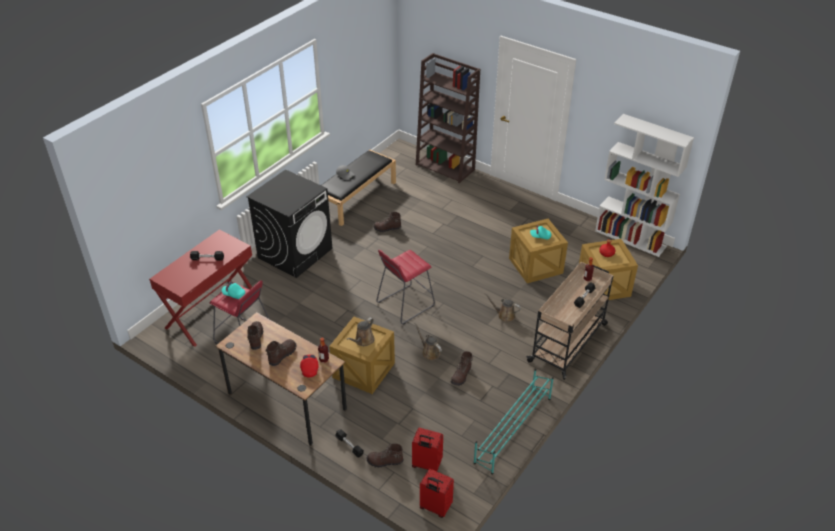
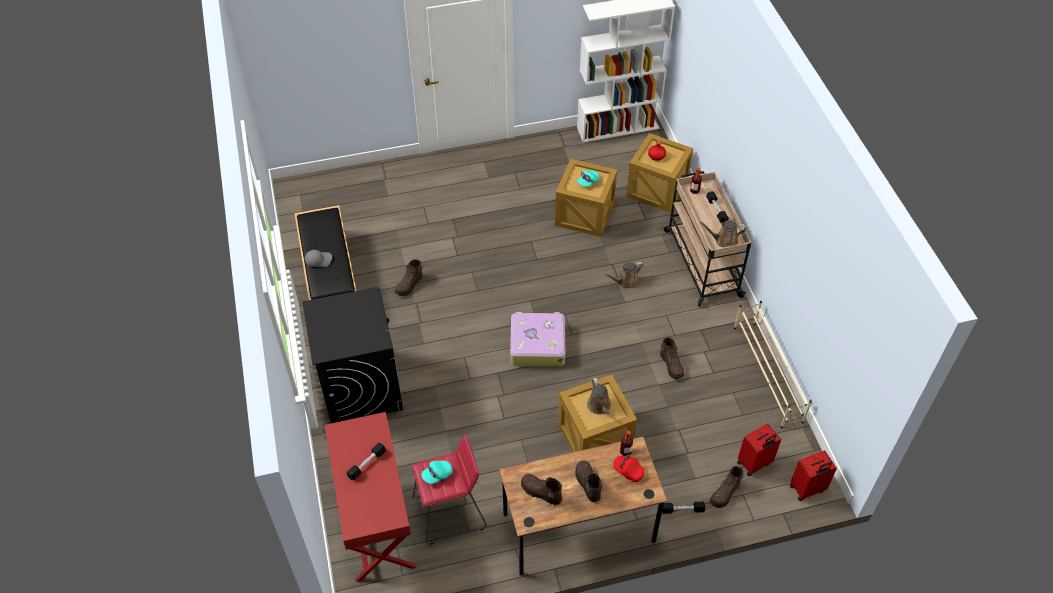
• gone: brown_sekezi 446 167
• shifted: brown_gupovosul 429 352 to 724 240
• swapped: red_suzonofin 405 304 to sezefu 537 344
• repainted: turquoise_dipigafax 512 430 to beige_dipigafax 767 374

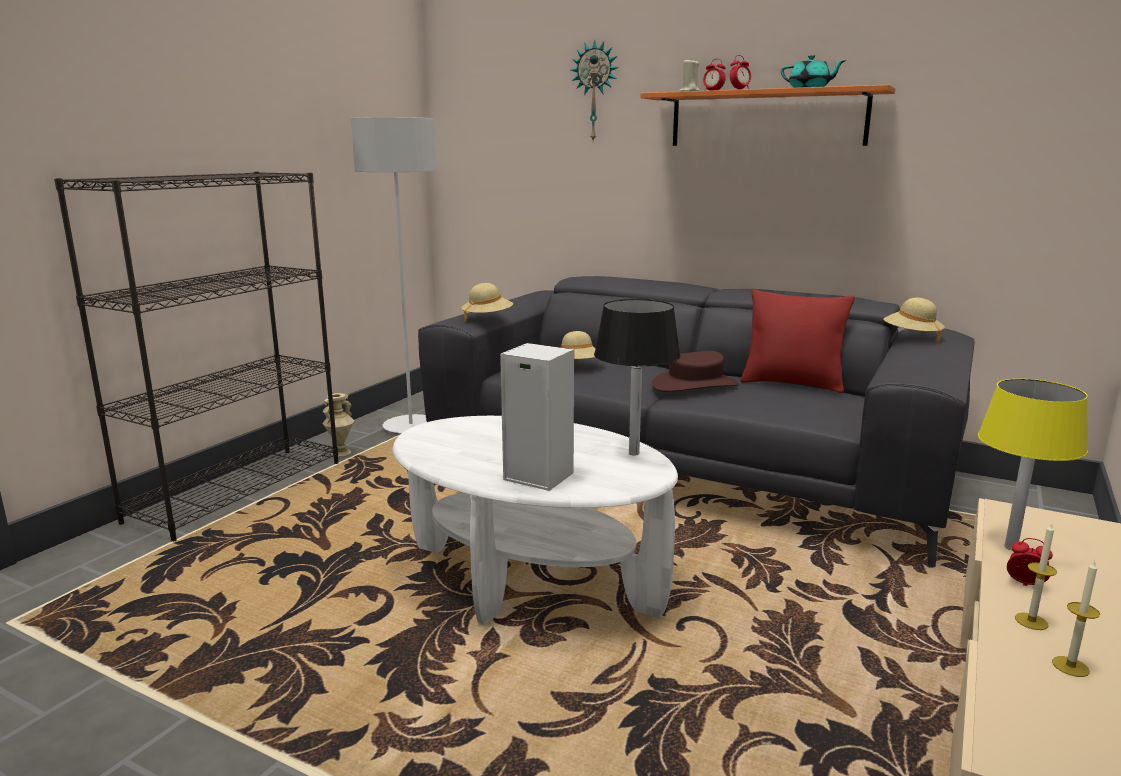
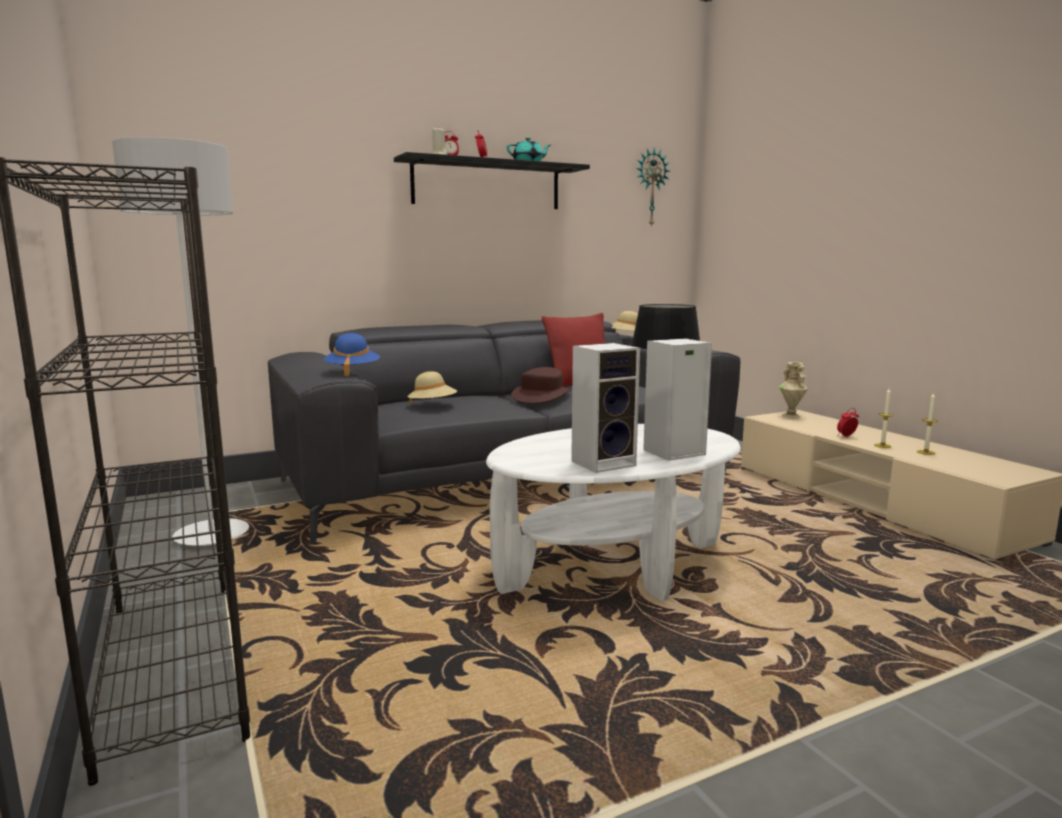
• gone: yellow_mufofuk 1010 547
• new: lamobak 604 463
• shifted: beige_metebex 341 452 to 791 416
• shifted: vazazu 595 92 to 650 187
• repainted: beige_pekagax 487 318 to blue_pekagax 352 372
• repainted: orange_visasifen 766 119 to black_visasifen 487 185

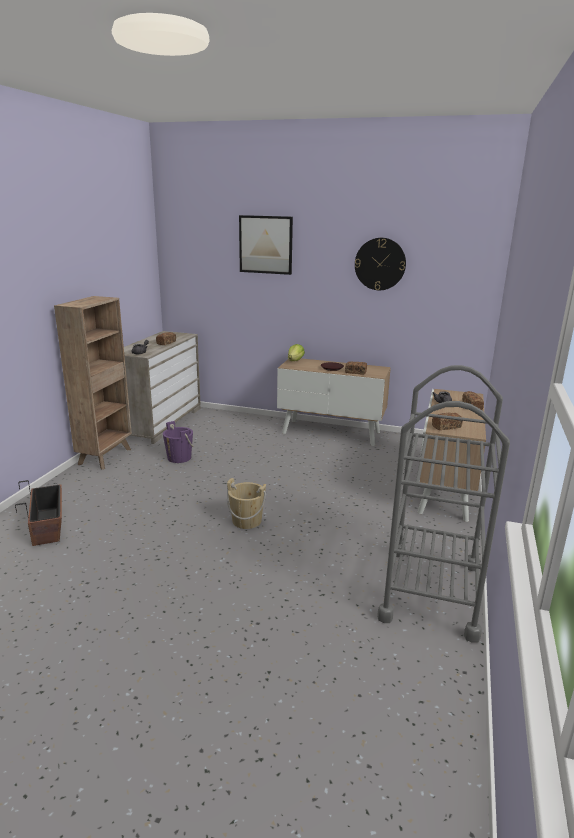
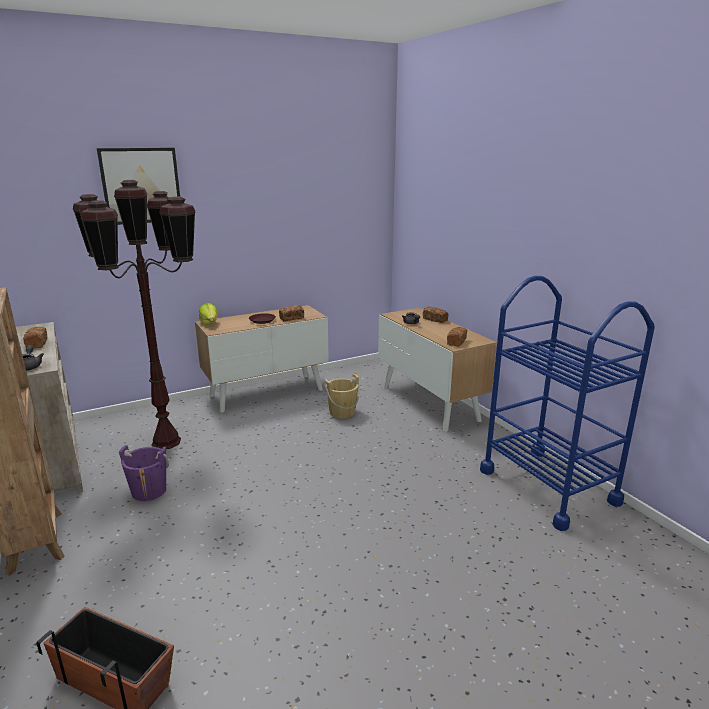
• gone: vazazu 380 264
• new: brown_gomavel 166 442
• shifted: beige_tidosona 246 521 to 342 412
• repainted: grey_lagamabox 431 591 to blue_lagamabox 548 486

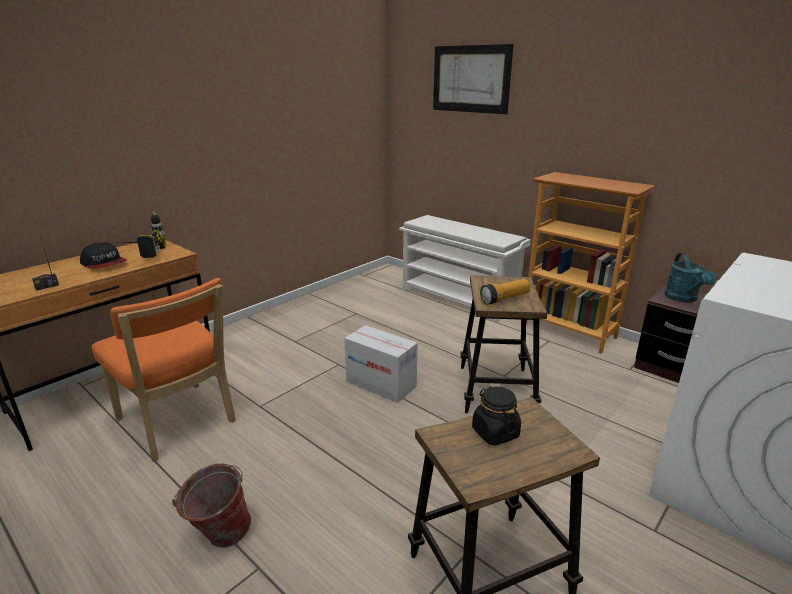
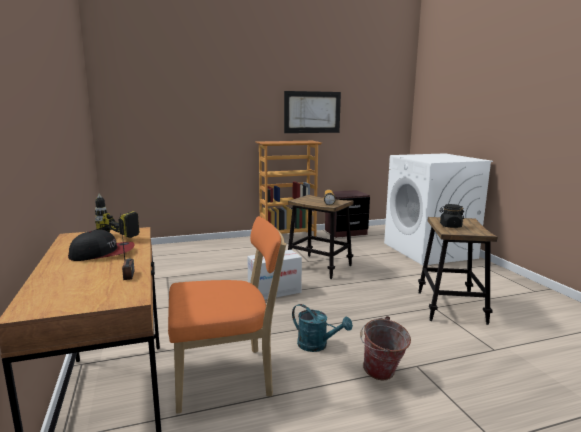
• gone: white_dipigafax 459 298
• shifted: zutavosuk 470 79 to 312 112
• shifted: turquoise_gupovosul 683 299 to 317 345

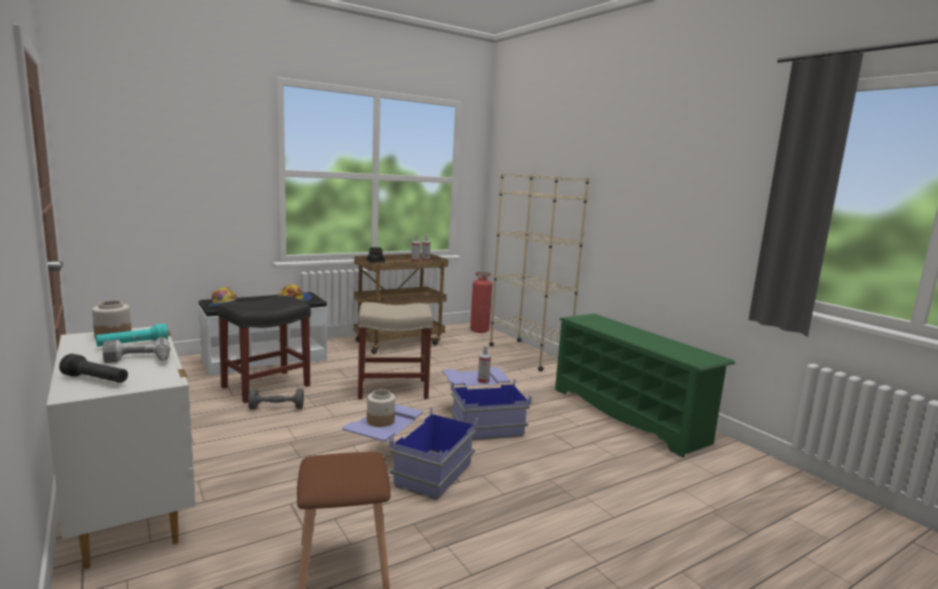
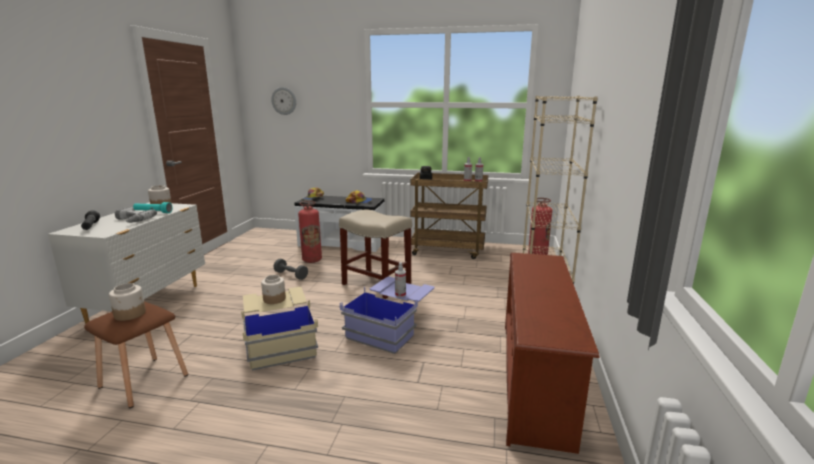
• new: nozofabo 130 314
• new: vazazu 284 101
• swapped: black_suzonofin 267 386 to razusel 312 260
• repainted: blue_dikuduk 408 467 to beige_dikuduk 280 341
• repainted: green_dipigafax 629 415 to brown_dipigafax 536 378

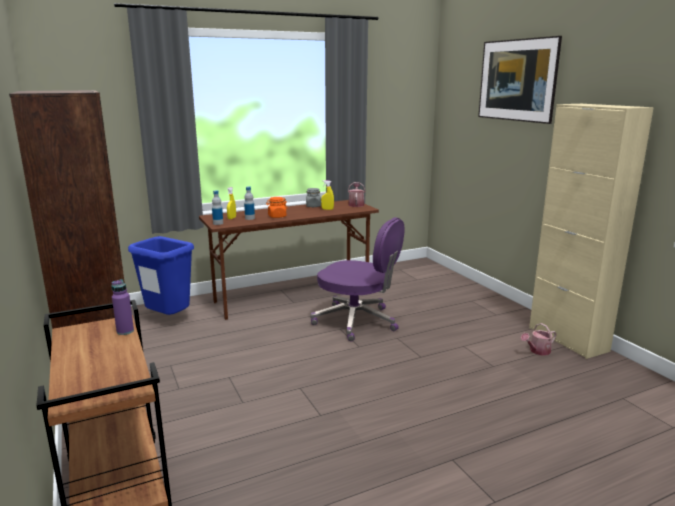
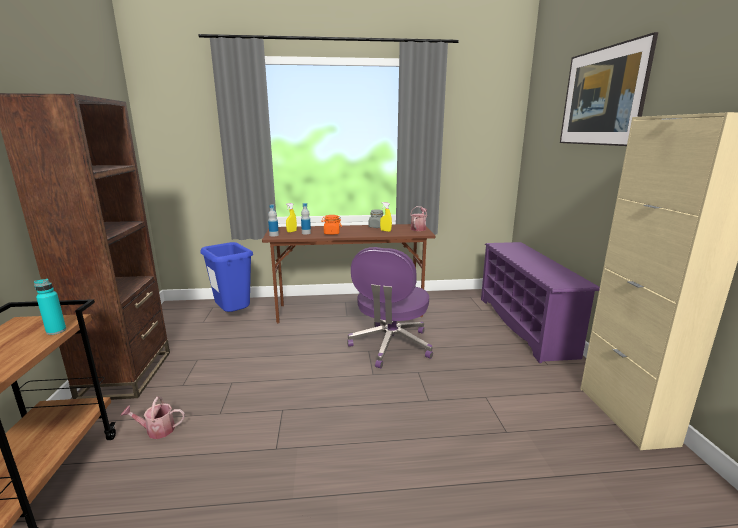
• new: purple_dipigafax 525 325
• shifted: gupovosul 537 351 to 157 430
• repainted: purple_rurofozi 125 331 to turquoise_rurofozi 56 331
• rotated: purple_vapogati 357 321 = 390 346 60 degrees clockwise

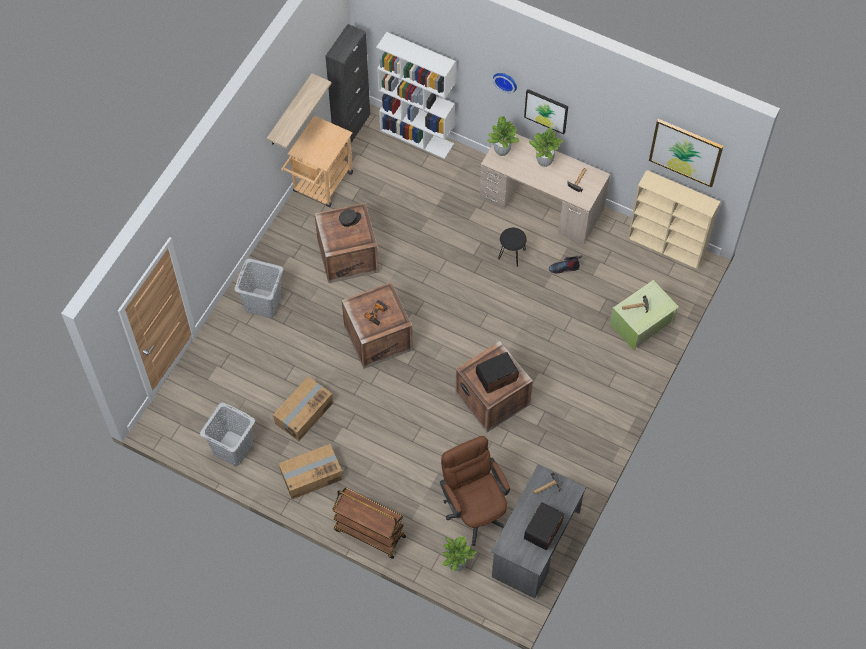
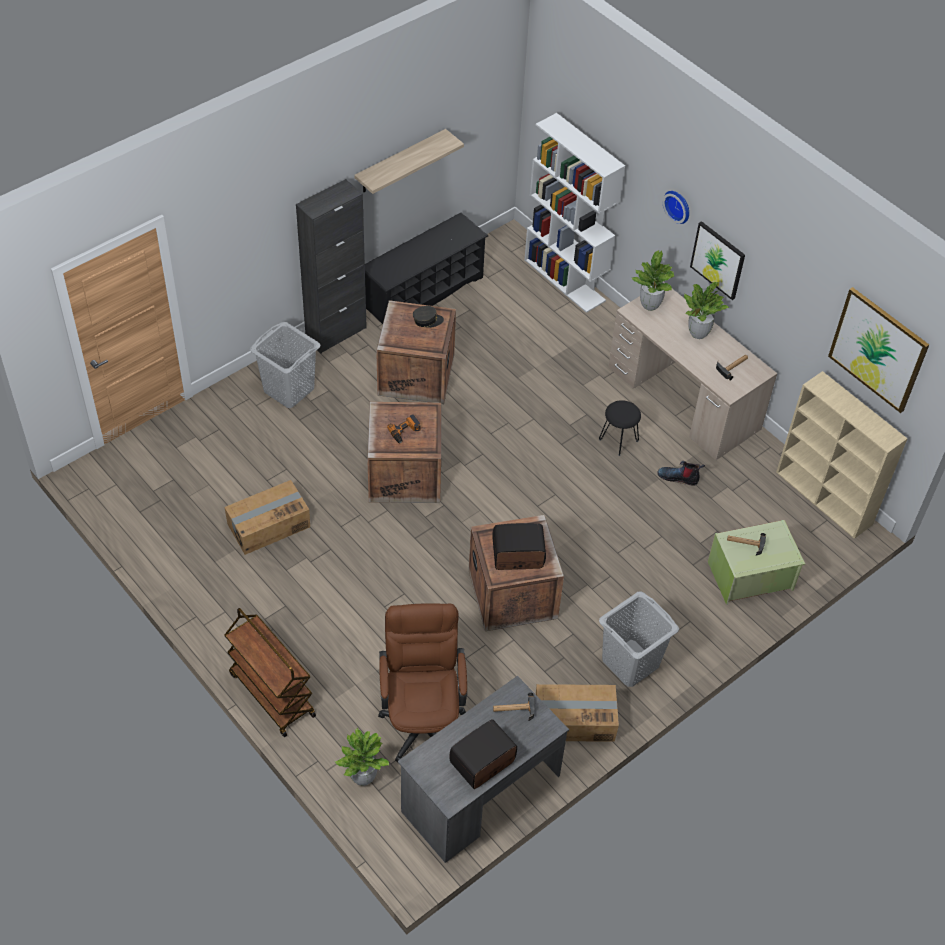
• shifted: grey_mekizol 232 448 to 630 663
• shifted: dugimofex 311 475 to 574 720
• shifted: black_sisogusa 351 126 to 336 333
• swapped: beige_lagamabox 320 186 to black_dipigafax 423 292

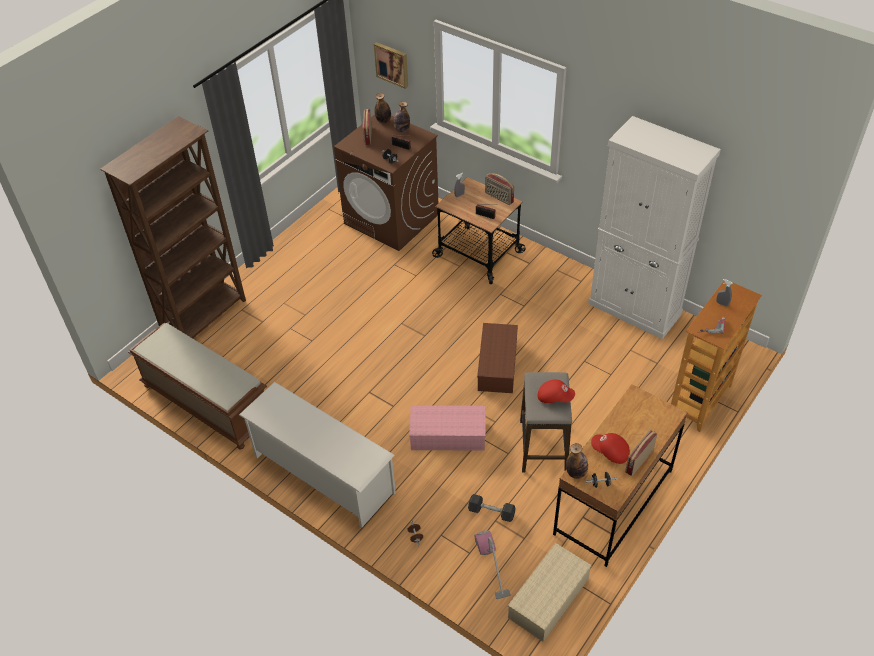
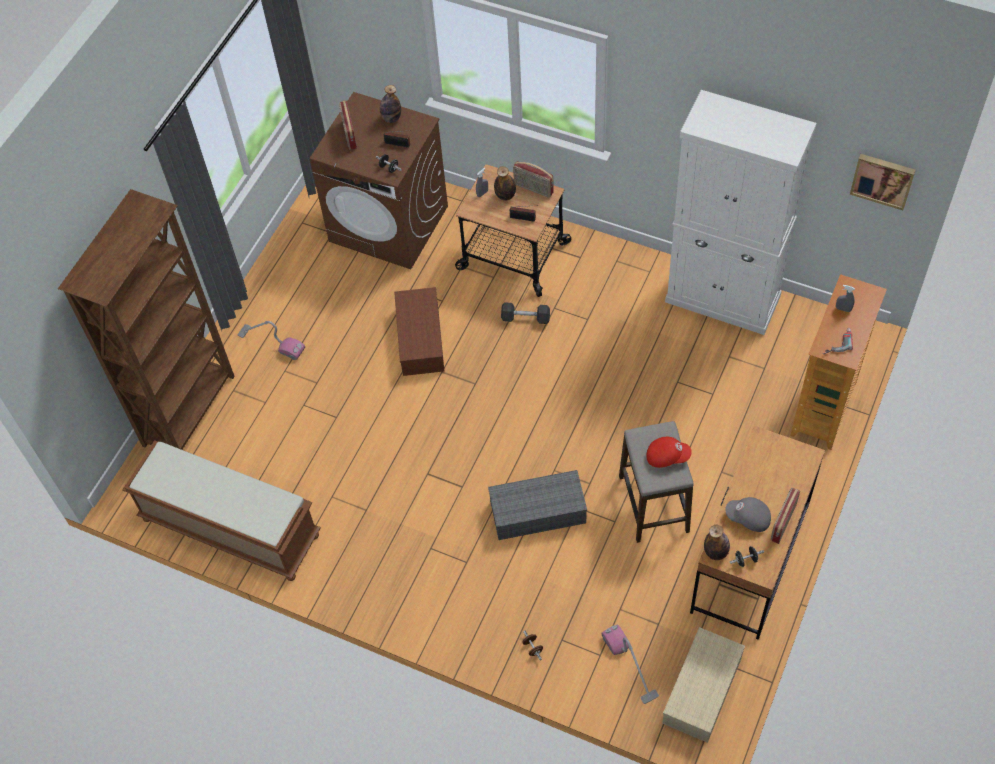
• gone: white_dipigafax 323 474
• new: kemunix 271 342
• shifted: zutavosuk 392 64 to 883 179
• shifted: rurofozi 383 121 to 505 196
• shifted: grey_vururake 491 512 to 525 318
• shifted: brown_dikuduk 498 366 to 421 340
• repainted: pink_dikuduk 446 436 to grey_dikuduk 536 513
• repainted: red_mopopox 610 452 to grey_mopopox 748 518

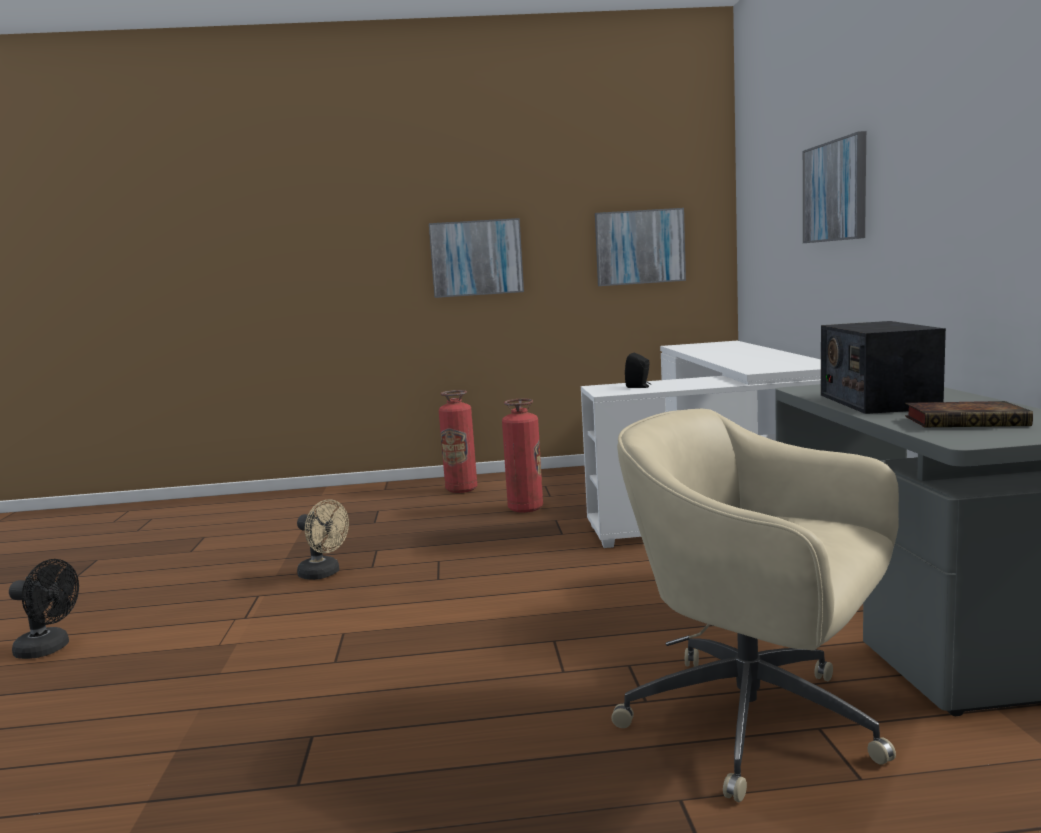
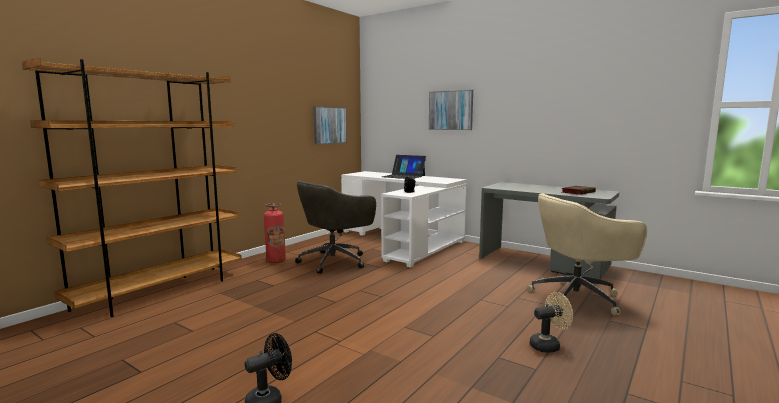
• gone: zutavosuk 476 258
• gone: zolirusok 877 401
• new: brown_sekezi 161 292
• new: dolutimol 403 176
• shifted: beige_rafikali 324 574 to 548 345
• swapped: razusel 525 508 to grey_vapogati 335 261

